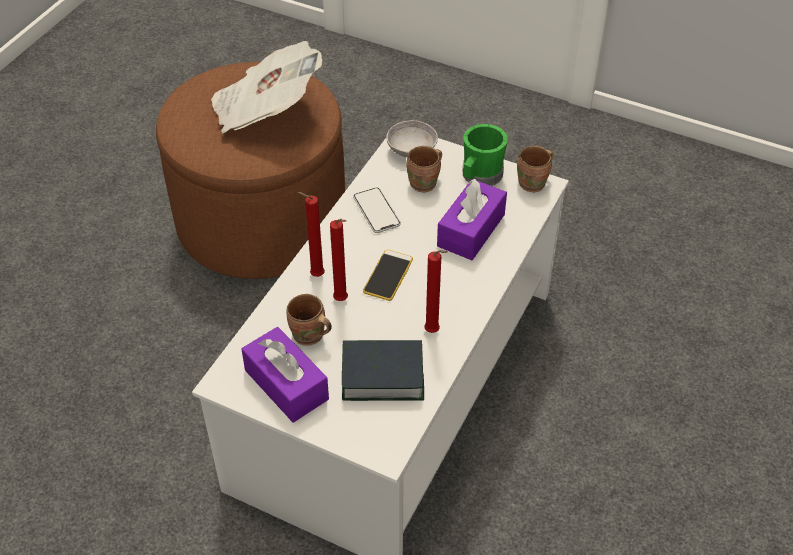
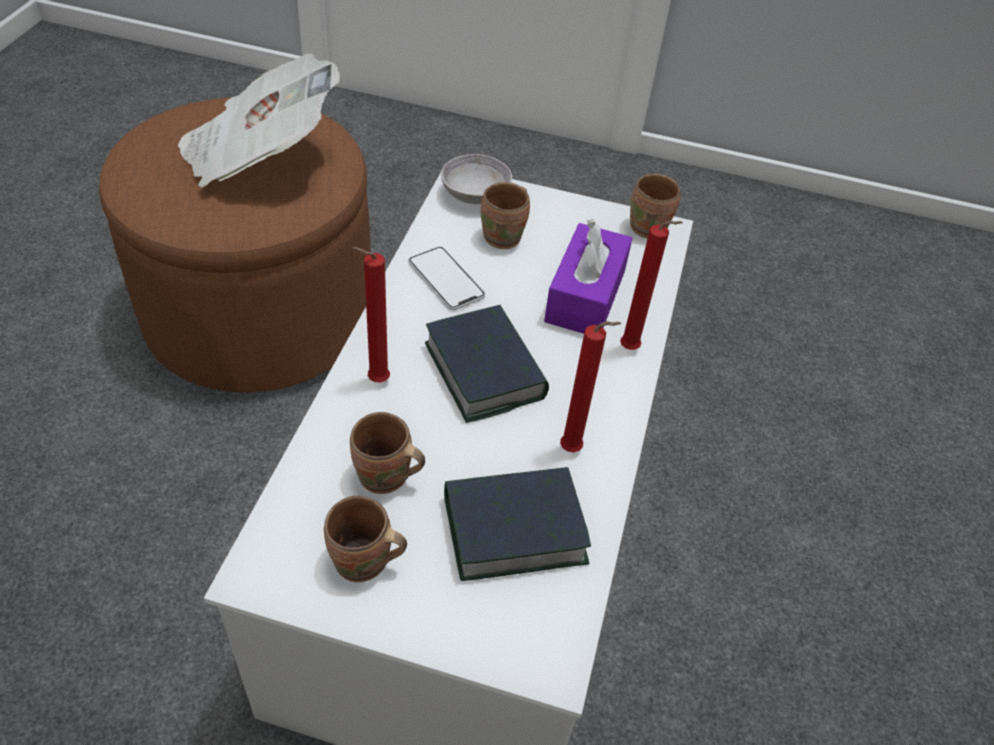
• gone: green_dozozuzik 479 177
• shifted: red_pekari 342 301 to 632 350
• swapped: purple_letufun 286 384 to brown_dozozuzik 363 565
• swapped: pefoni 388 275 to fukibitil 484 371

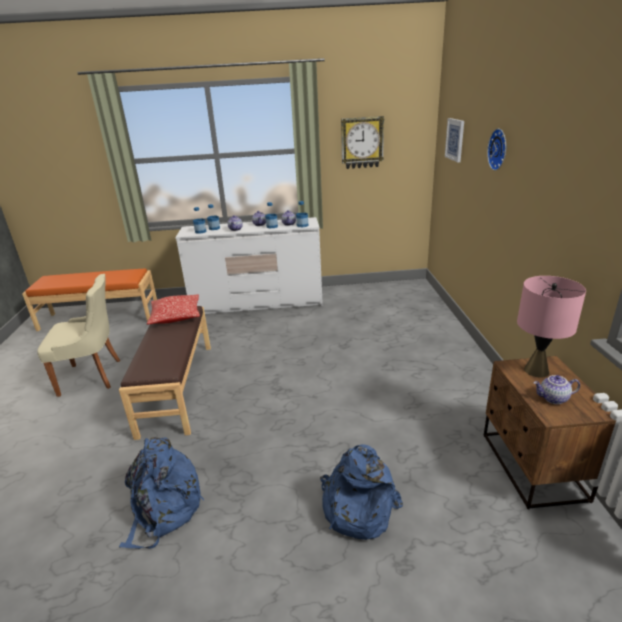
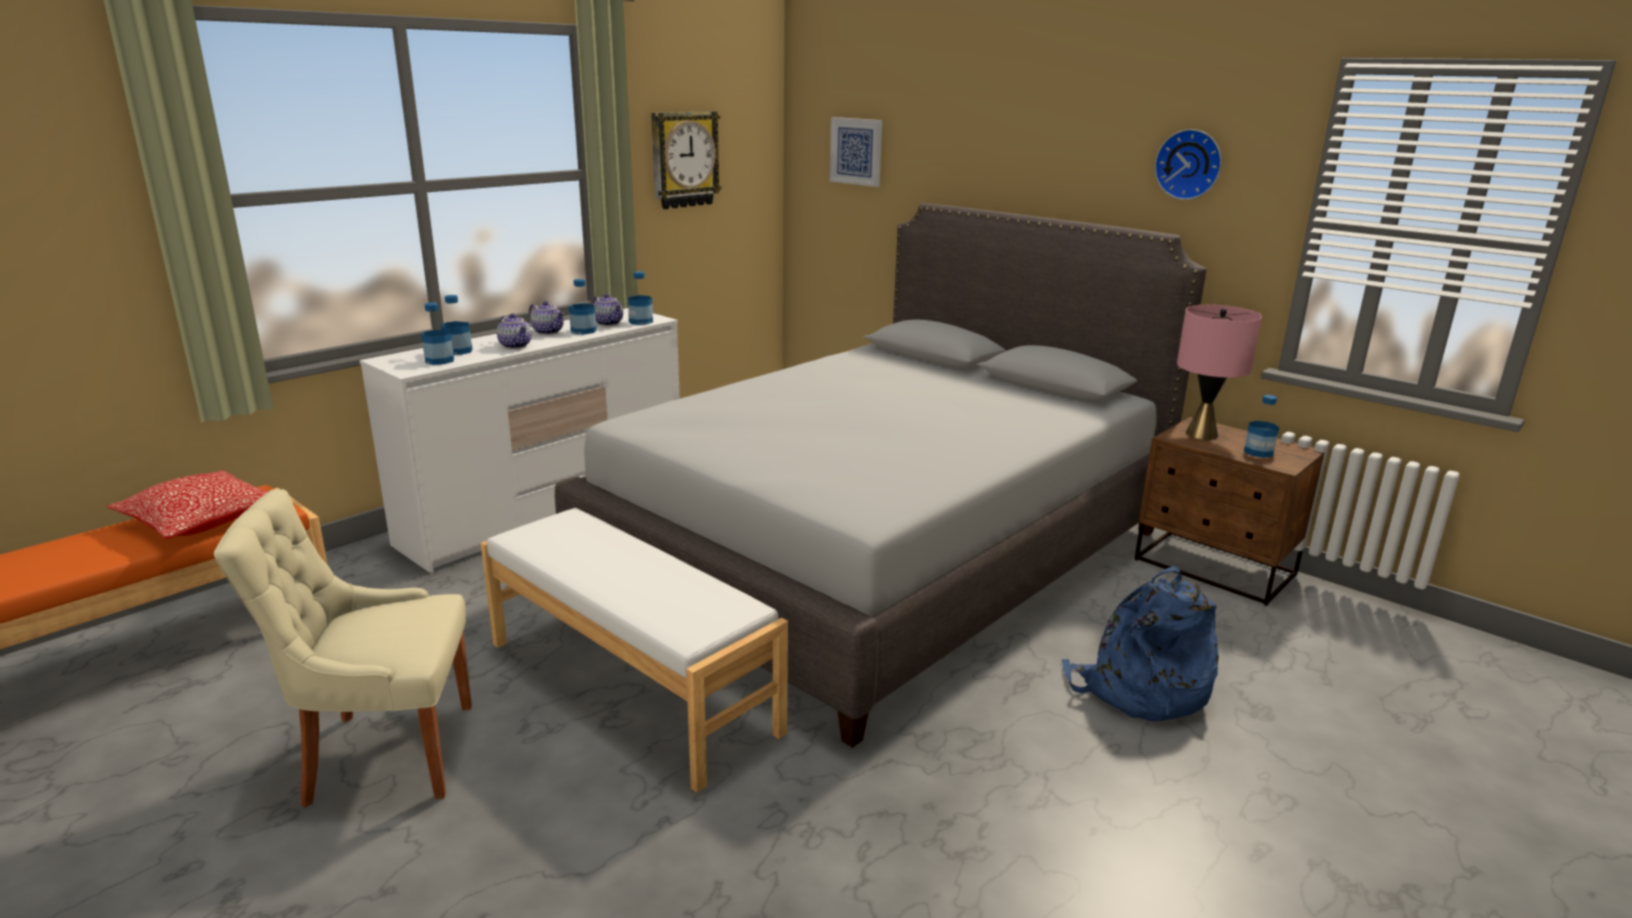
• gone: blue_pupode 164 510
• new: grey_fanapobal 882 554
• shifted: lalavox 176 316 to 201 521
• shifted: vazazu 499 149 to 1189 164
• swapped: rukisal 553 399 to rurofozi 1258 452
• repainted: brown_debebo 178 387 to white_debebo 632 685
• rotated: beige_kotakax 93 376 = 383 754 135 degrees counterclockwise

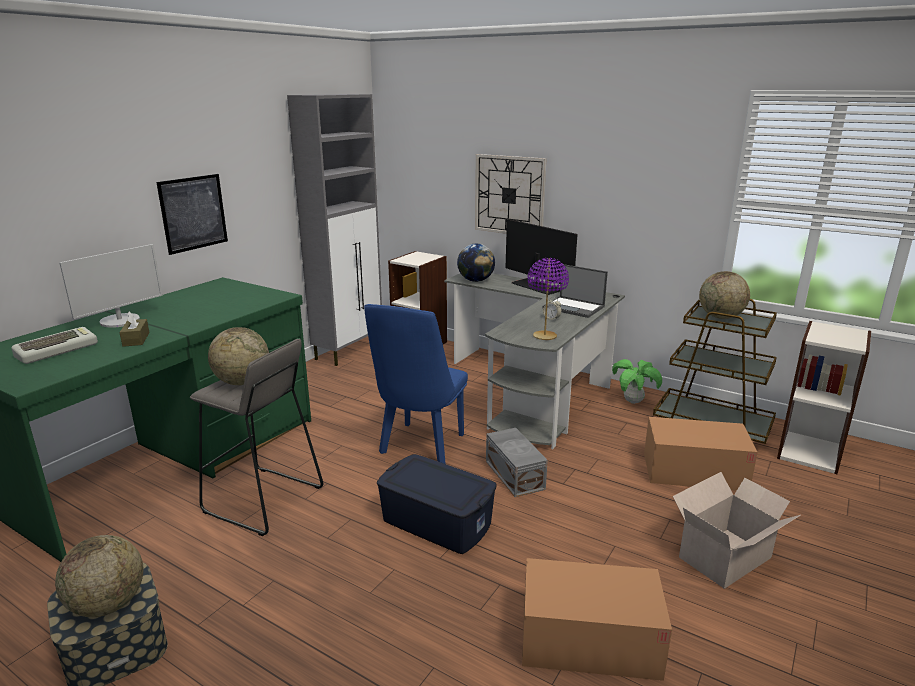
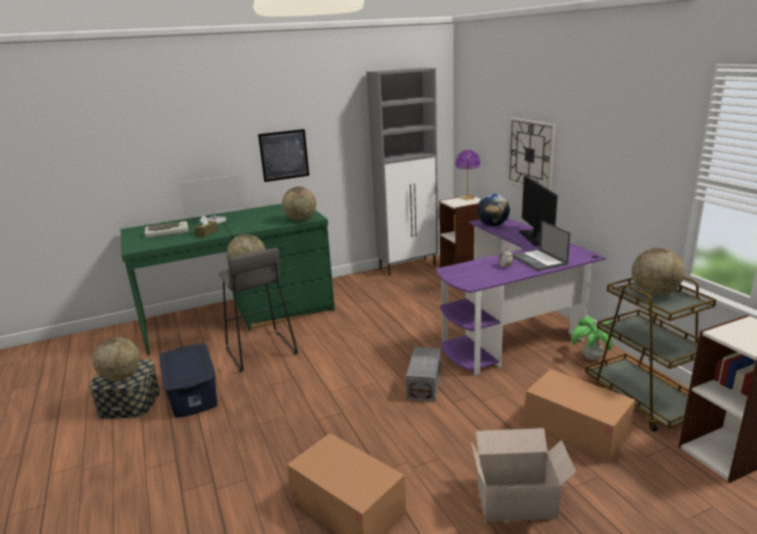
• gone: blue_kotakax 420 447
• new: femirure 301 219
• shifted: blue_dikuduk 437 521 to 192 393
• shifted: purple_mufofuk 544 336 to 467 198
• repainted: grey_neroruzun 534 390 to purple_neroruzun 513 326

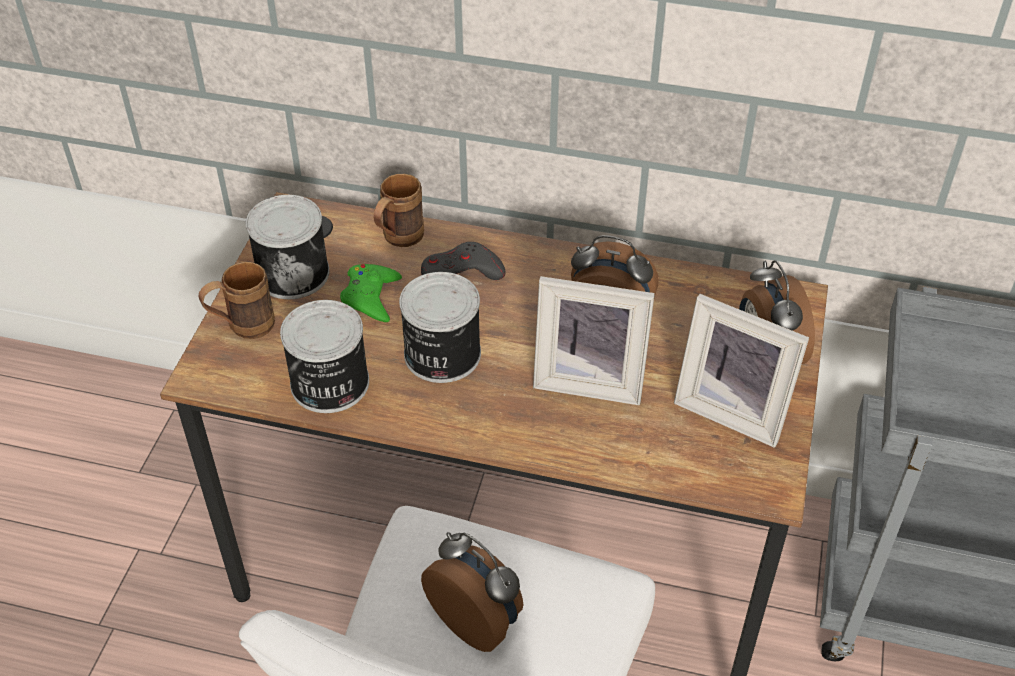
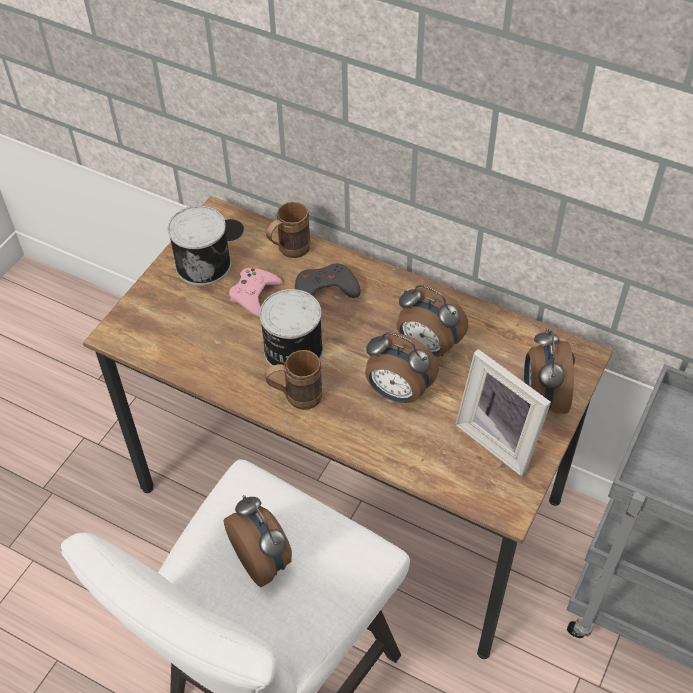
• gone: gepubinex 329 384
• shifted: brown_dozozuzik 242 328 to 295 398
• swapped: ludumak 590 379 to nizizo 397 392
• repainted: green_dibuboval 370 297 to pink_dibuboval 254 294

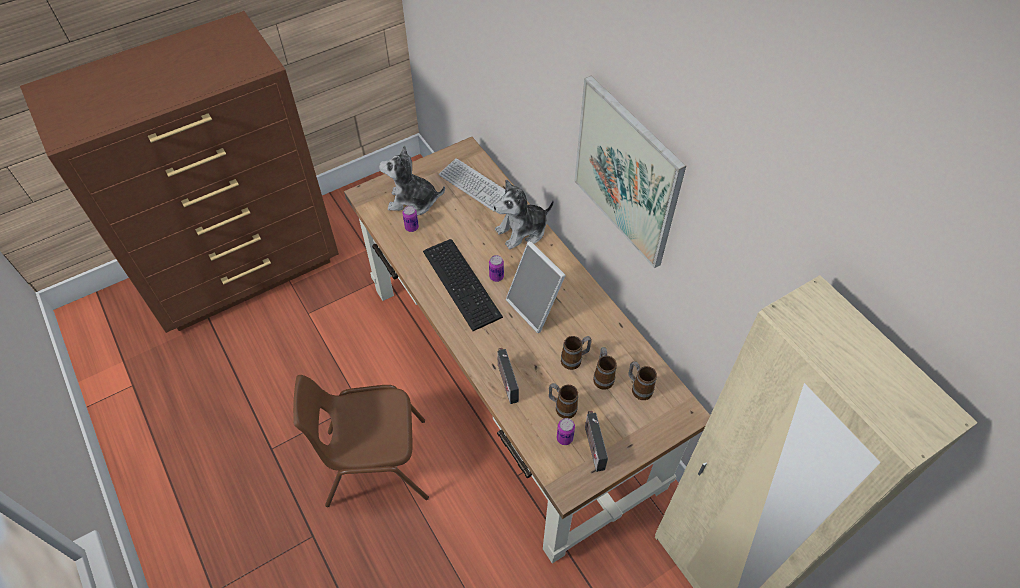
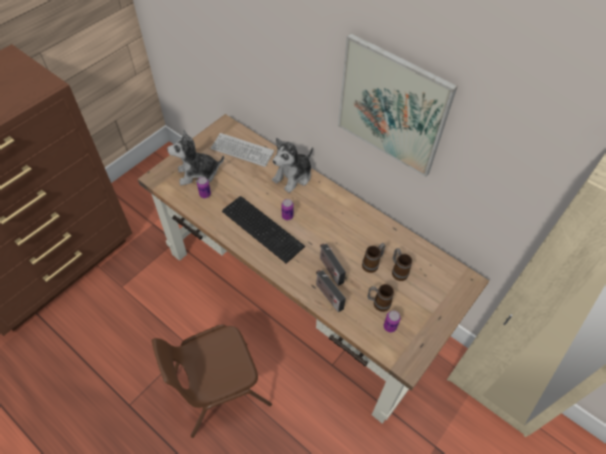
• gone: ludumak 536 307
• gone: dozozuzik 638 388
• shifted: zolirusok 593 445 to 330 269

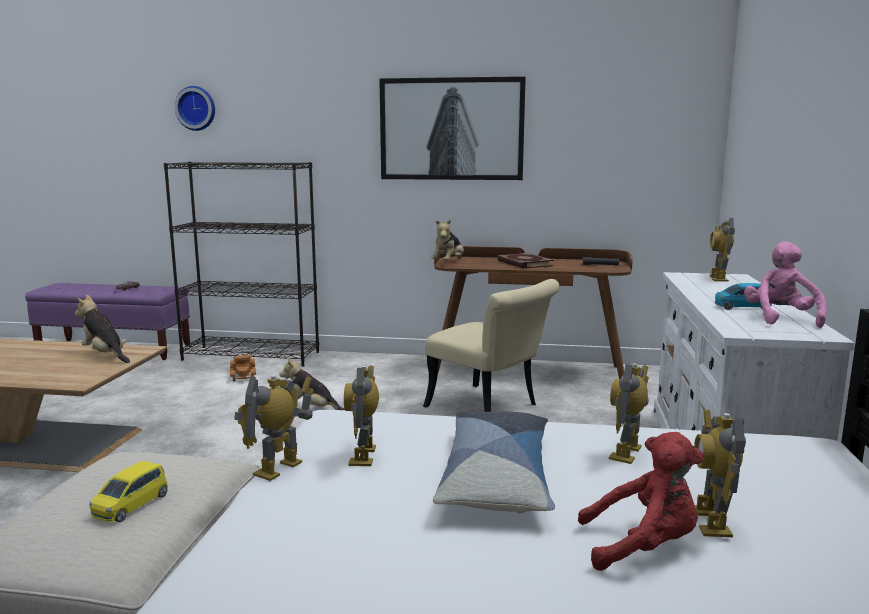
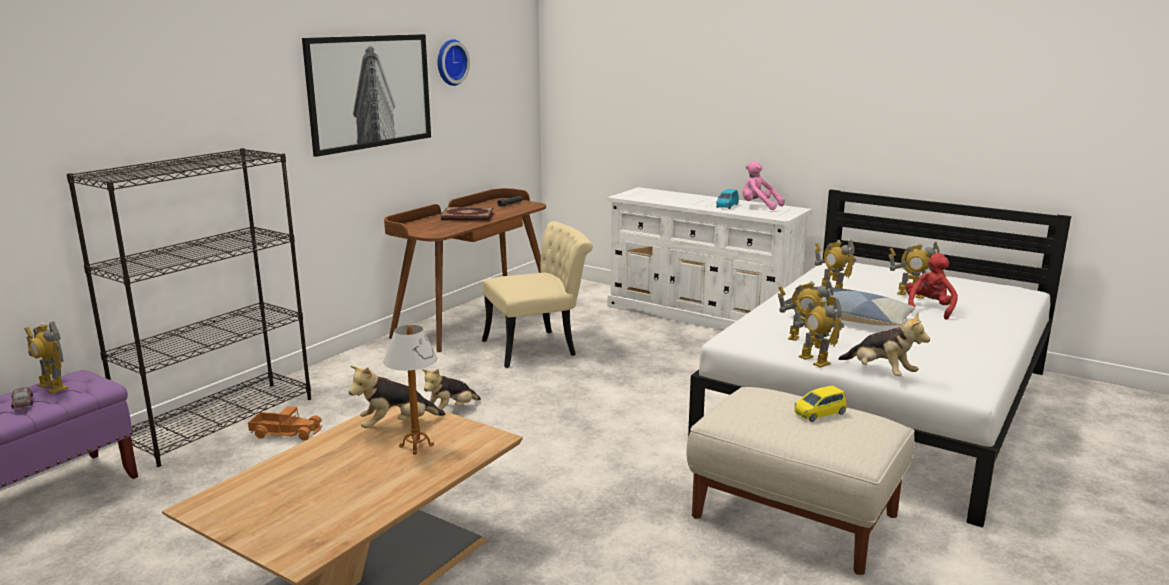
• new: mufofuk 416 446
• shifted: vazazu 196 108 to 450 62
• shifted: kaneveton 448 263 to 880 373
• shifted: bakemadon 718 278 to 52 387
• rotated: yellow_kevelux 130 506 = 819 413 105 degrees clockwise

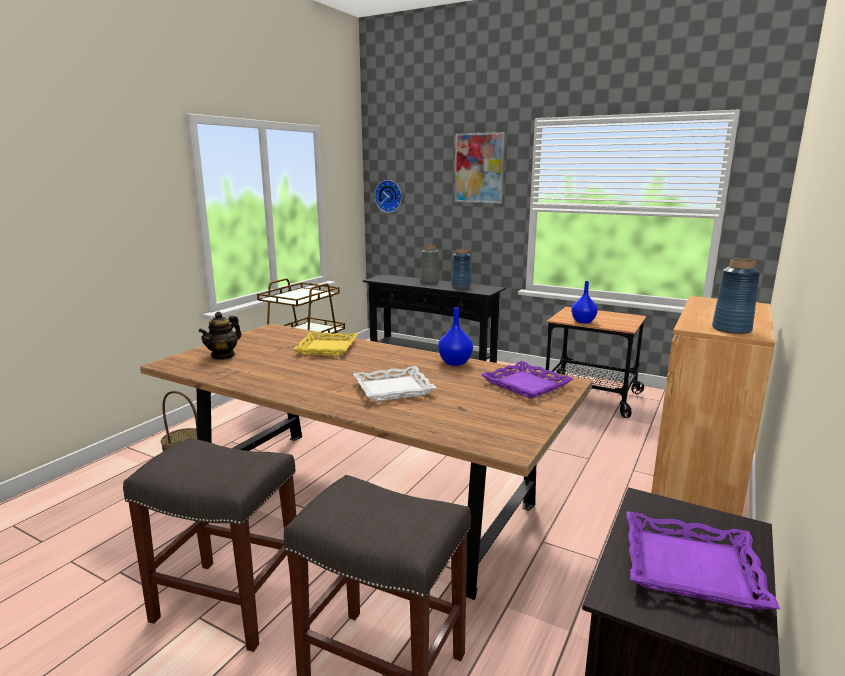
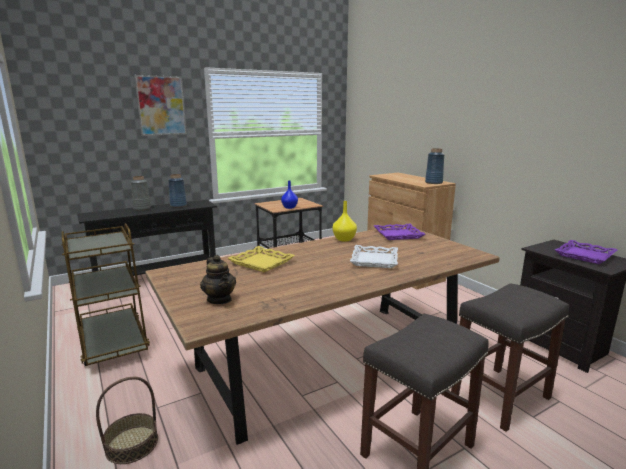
• gone: vazazu 389 196
• repainted: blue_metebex 455 362 to yellow_metebex 344 239

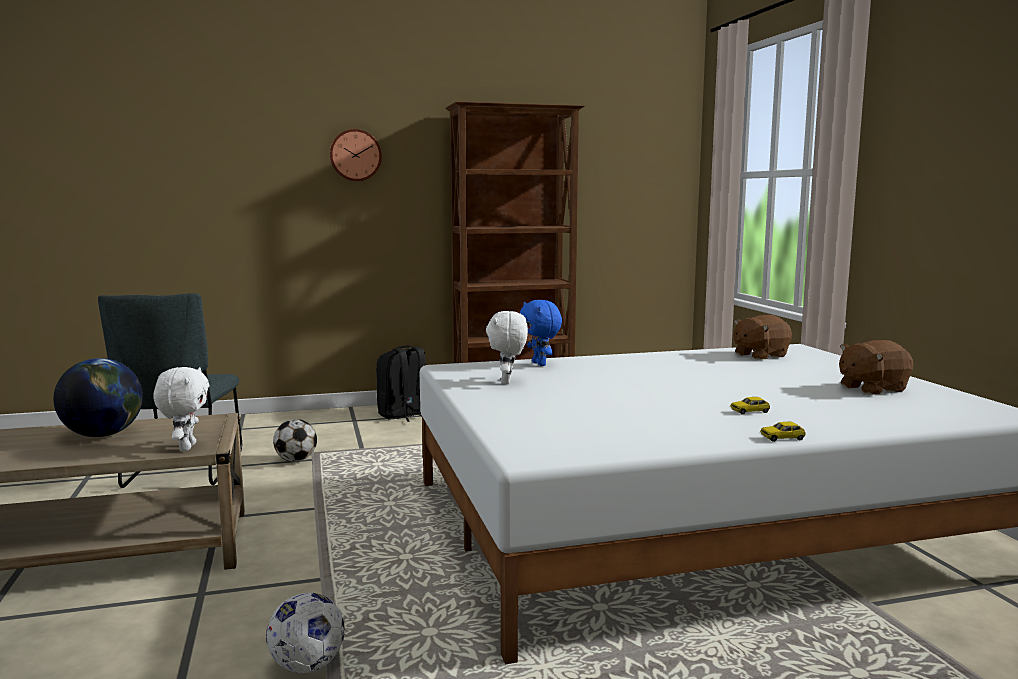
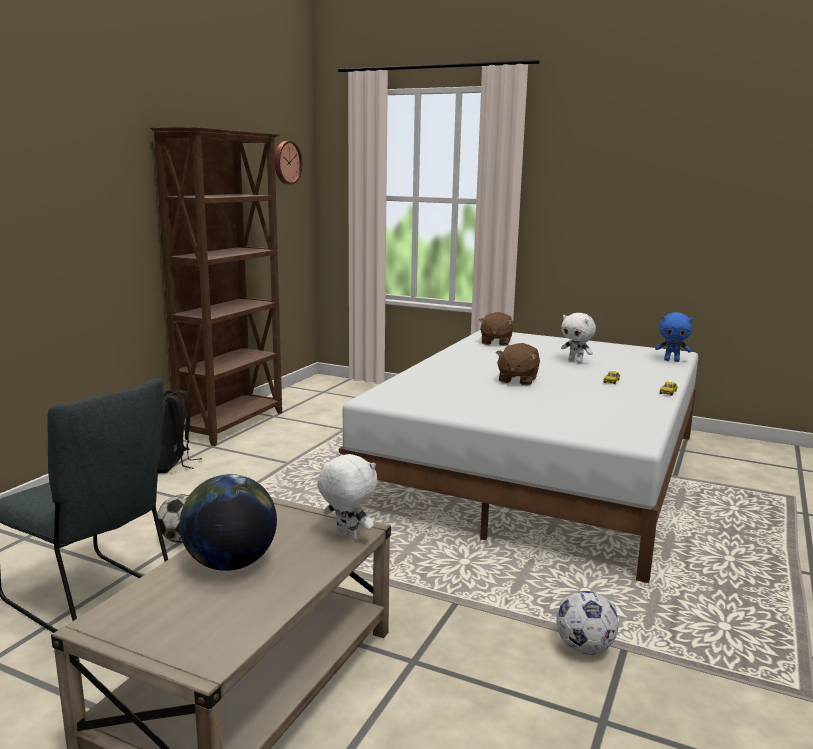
• shifted: vazazu 355 155 to 286 162
• shifted: white_kaneveton 507 382 to 576 361
• shifted: blue_kaneveton 540 364 to 672 360
• shifted: brown_kaneveton 871 389 to 517 380

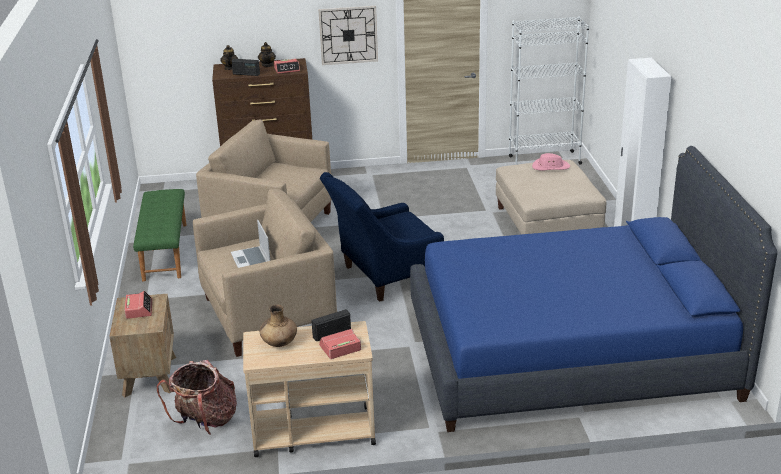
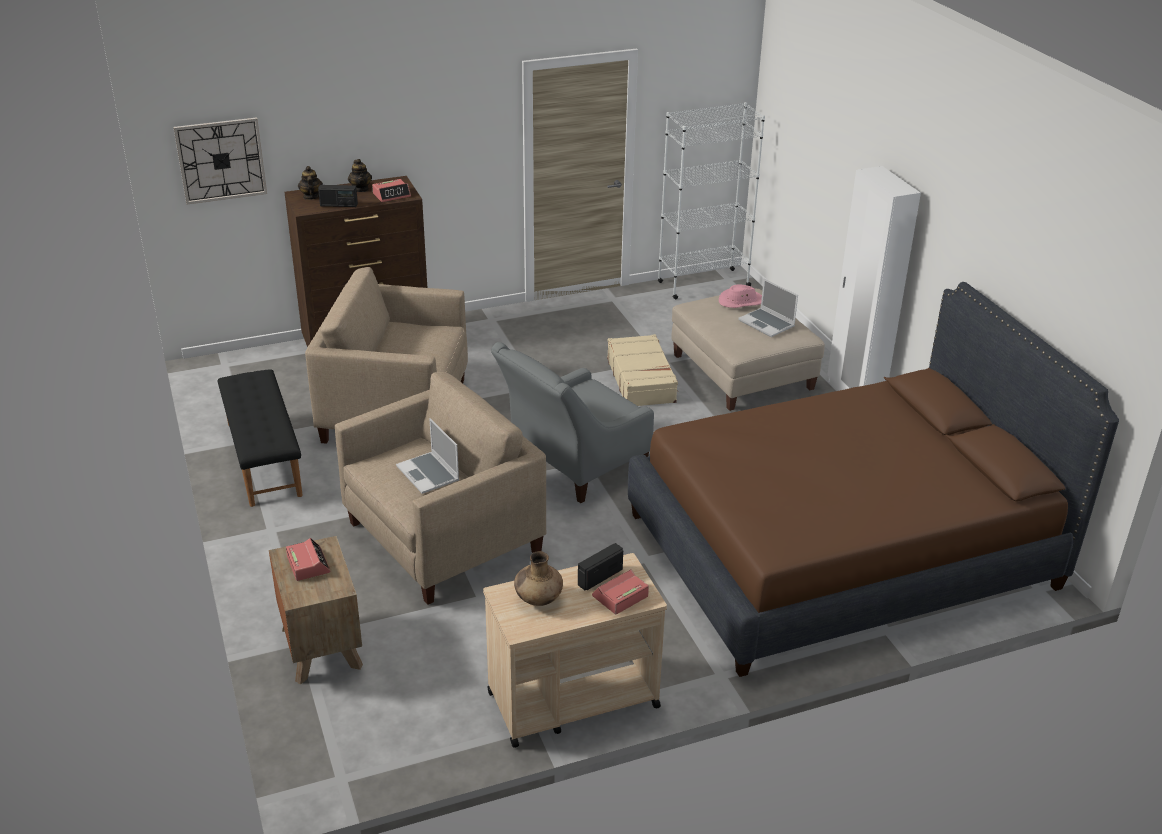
• gone: pupode 205 421
• new: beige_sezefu 641 380
• new: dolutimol 767 324
• shifted: vazazu 348 35 to 221 160
• repainted: green_debebo 164 251 to black_debebo 263 459
• repainted: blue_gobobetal 384 277 to grey_gobobetal 572 467
• repainted: blue_fanapobal 570 354 to brown_fanapobal 842 550

